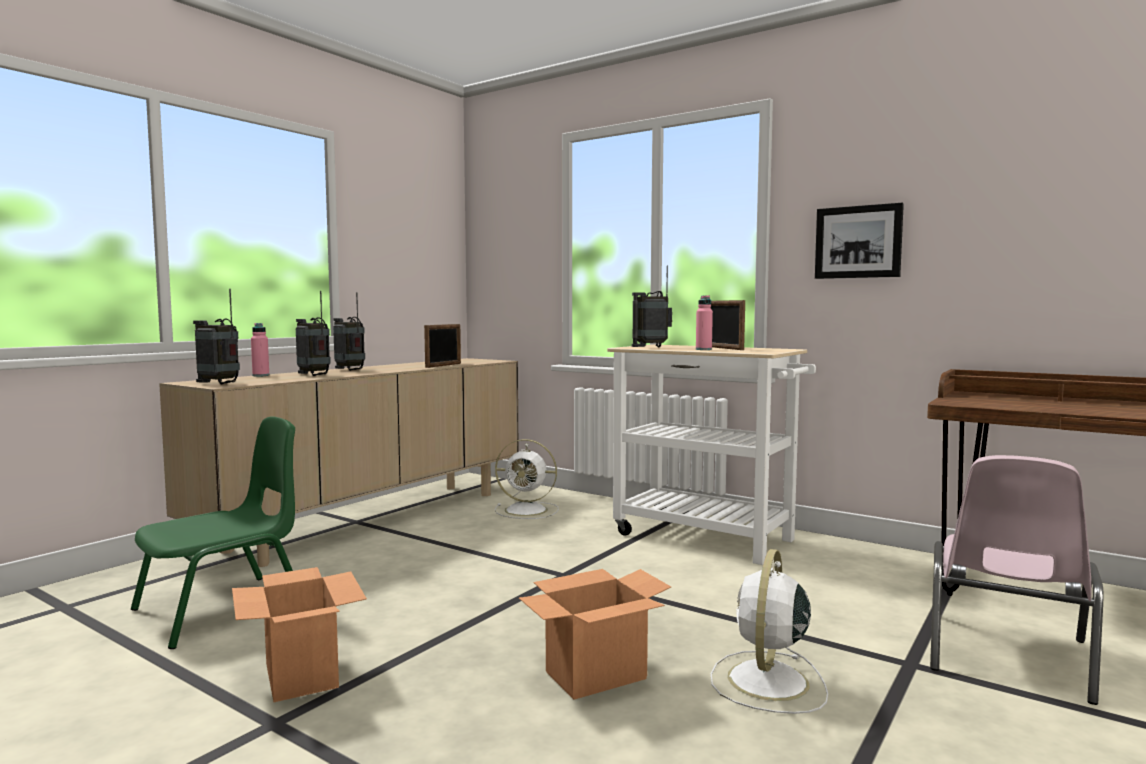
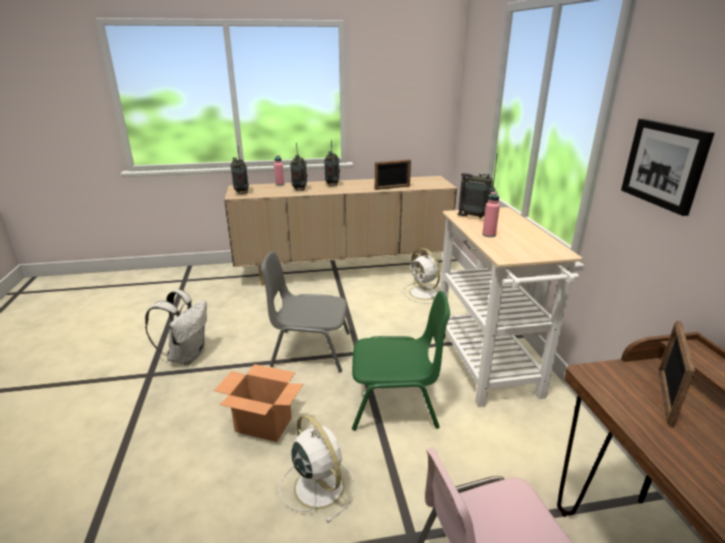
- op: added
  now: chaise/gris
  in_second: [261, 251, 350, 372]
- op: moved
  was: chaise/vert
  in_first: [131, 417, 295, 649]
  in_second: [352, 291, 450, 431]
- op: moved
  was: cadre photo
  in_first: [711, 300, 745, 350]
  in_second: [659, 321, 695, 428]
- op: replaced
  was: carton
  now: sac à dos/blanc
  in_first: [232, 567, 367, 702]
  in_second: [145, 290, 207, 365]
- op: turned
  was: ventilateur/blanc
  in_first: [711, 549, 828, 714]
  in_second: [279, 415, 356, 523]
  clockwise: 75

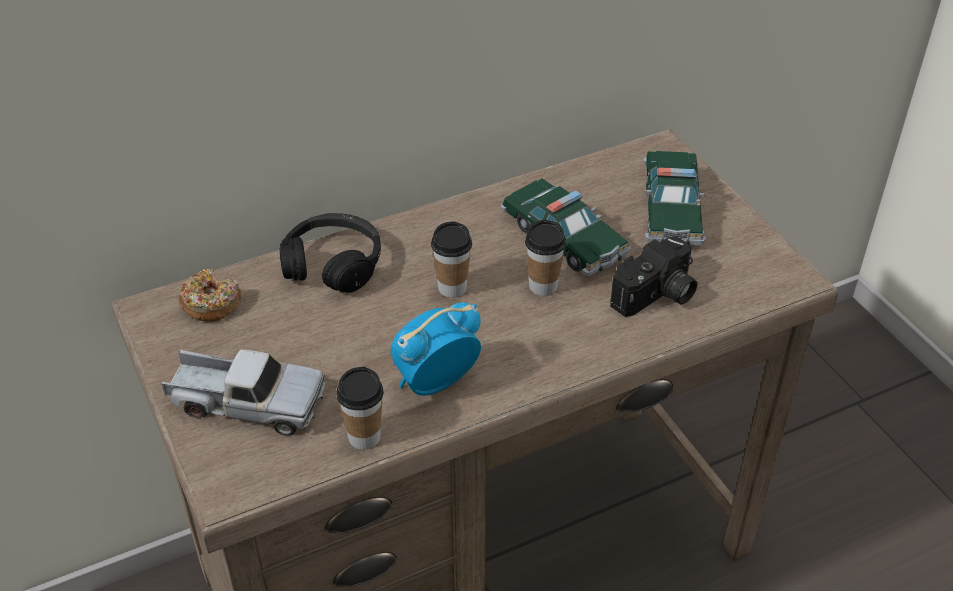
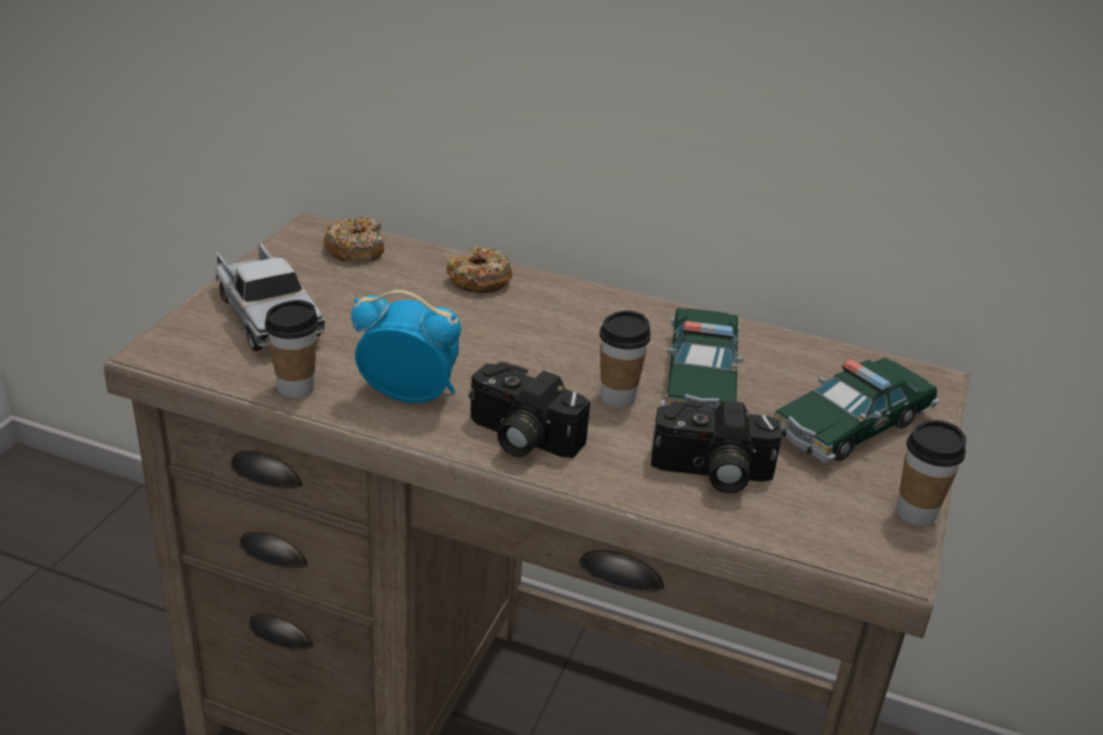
- op: added
  now: appareil photo
  in_second: [469, 362, 590, 458]
- op: moved
  was: tasse
  in_first: [431, 221, 472, 298]
  in_second: [896, 420, 966, 526]
- op: replaced
  was: casque audio/noir
  now: beignet
  in_first: [279, 213, 381, 293]
  in_second: [446, 246, 513, 293]

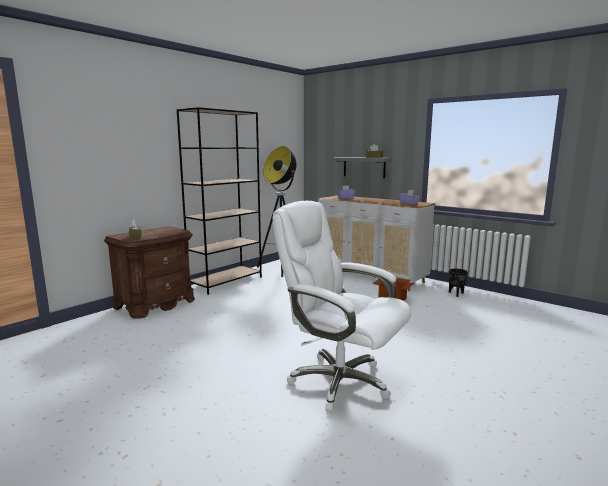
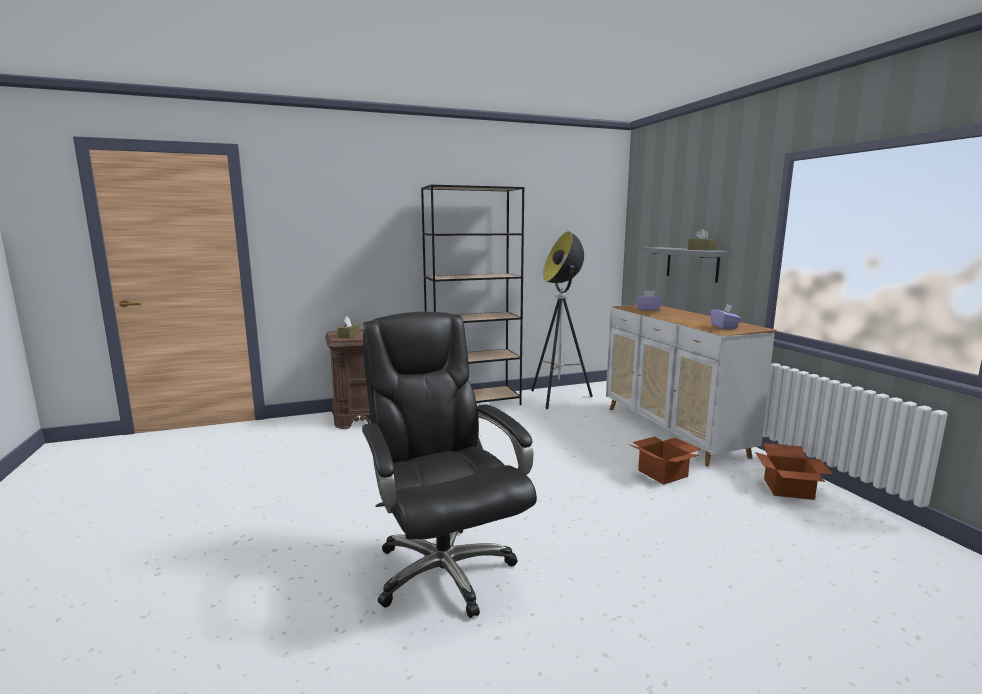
- op: replaced
  was: cache-pot/noir
  now: carton
  in_first: [449, 269, 468, 297]
  in_second: [755, 443, 832, 500]
- op: recoloured
  was: chaise de bureau/blanc
  now: chaise de bureau/noir
  in_first: [273, 201, 411, 412]
  in_second: [362, 312, 537, 618]

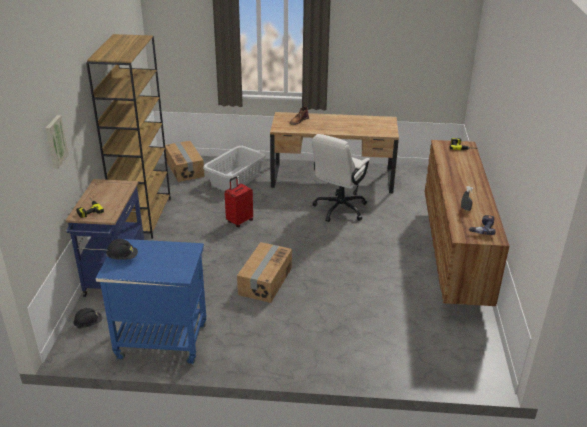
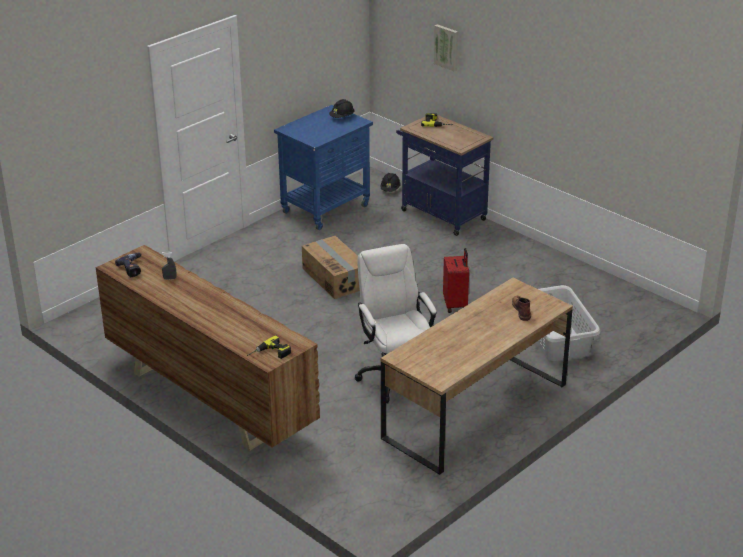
- op: removed
  was: bibliothèque/marron
  in_first: [86, 34, 171, 239]
- op: removed
  was: carton
  in_first: [165, 141, 205, 182]

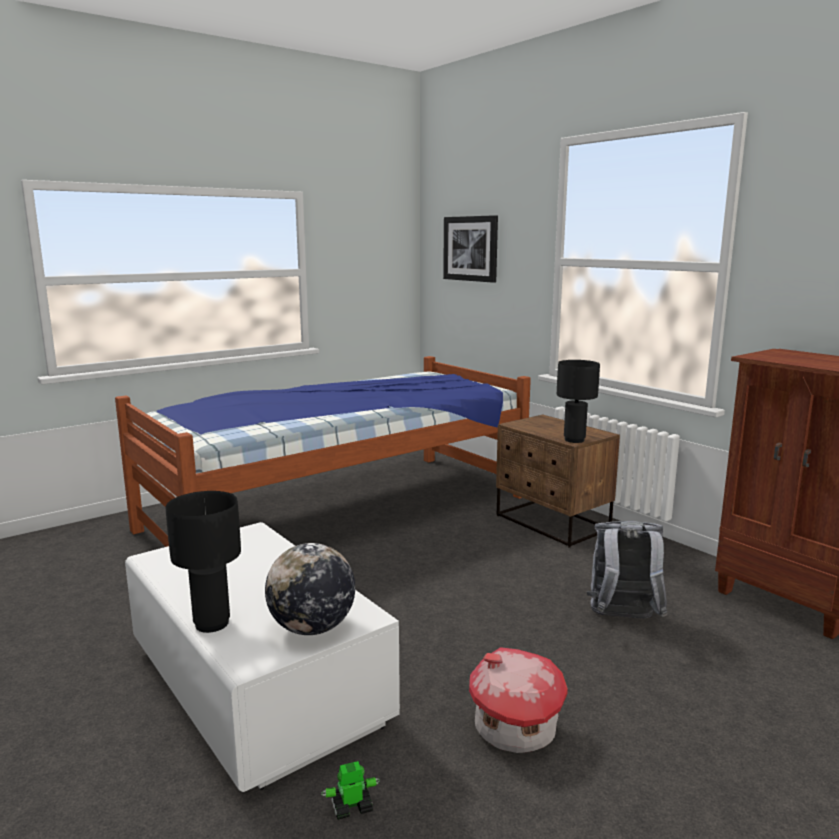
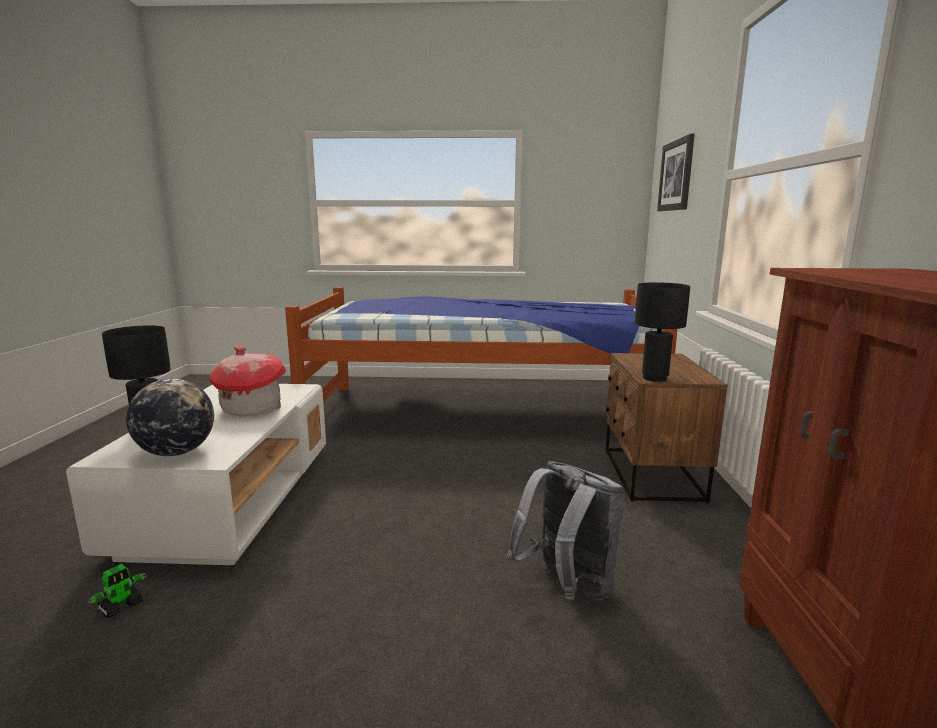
- op: moved
  was: maison miniature
  in_first: [469, 647, 568, 753]
  in_second: [210, 345, 286, 416]
- op: turned
  was: robot jouet
  in_first: [321, 761, 380, 820]
  in_second: [88, 564, 147, 618]
  clockwise: 105

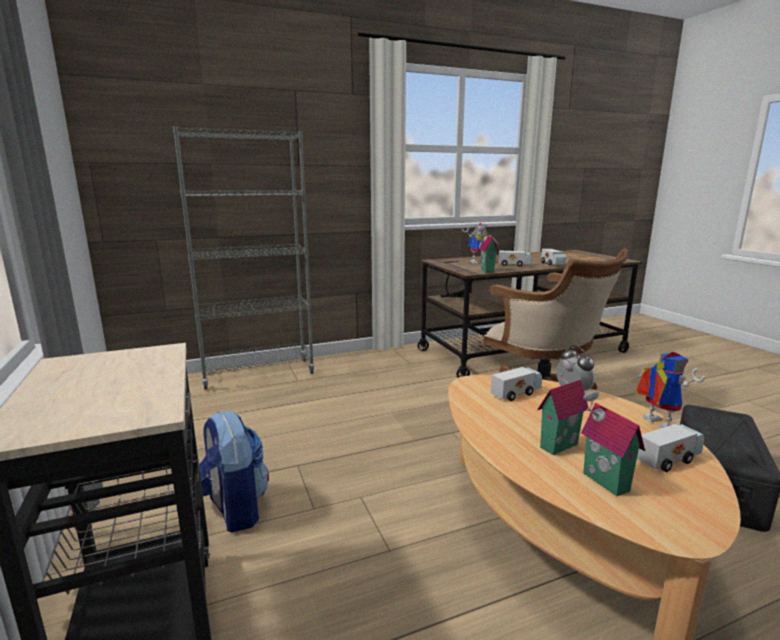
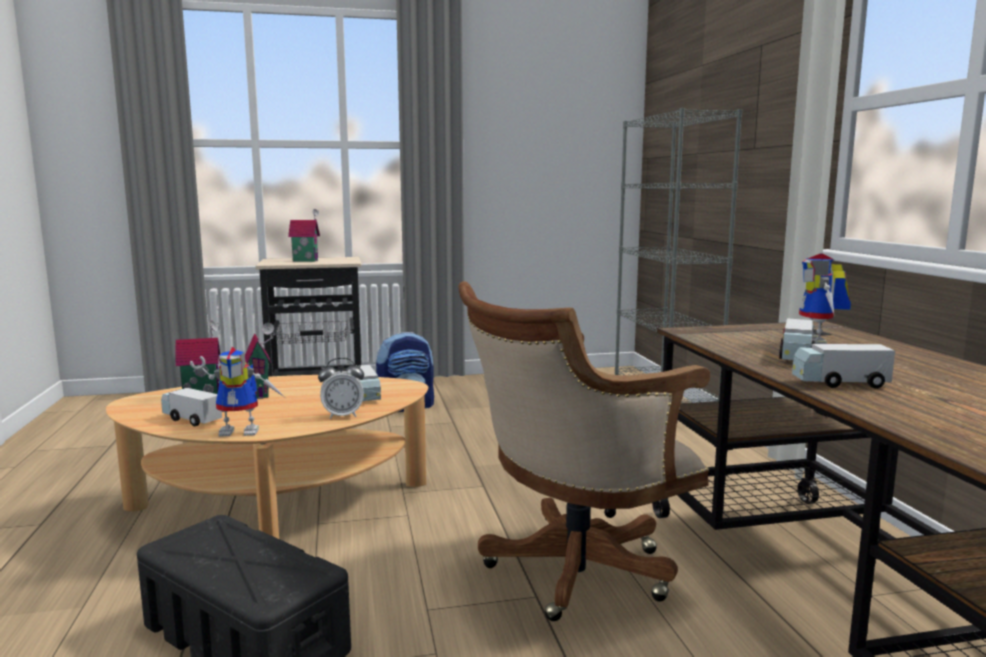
- op: moved
  was: maison miniature
  in_first: [478, 226, 499, 273]
  in_second: [288, 209, 320, 262]
- op: turned
  was: camion jouet
  in_first: [637, 424, 704, 472]
  in_second: [161, 388, 222, 427]
  clockwise: 135

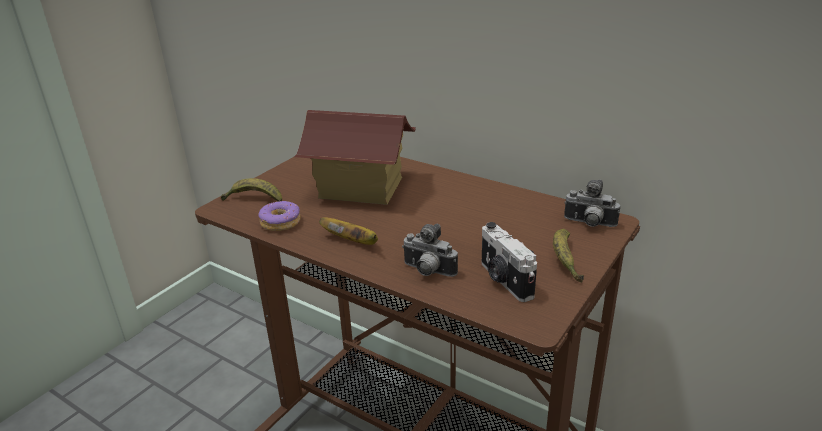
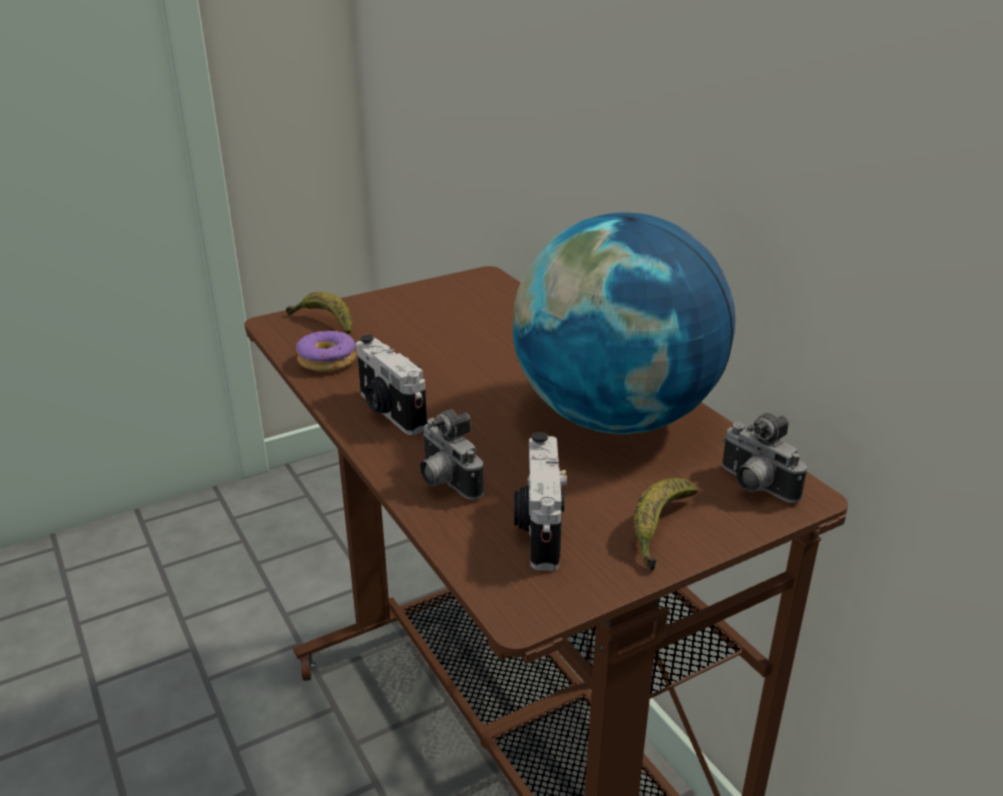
- op: removed
  was: maison miniature
  in_first: [294, 110, 416, 205]
- op: added
  now: globe
  in_second: [513, 213, 736, 434]
- op: replaced
  was: banane
  now: appareil photo
  in_first: [319, 217, 378, 245]
  in_second: [356, 334, 427, 435]

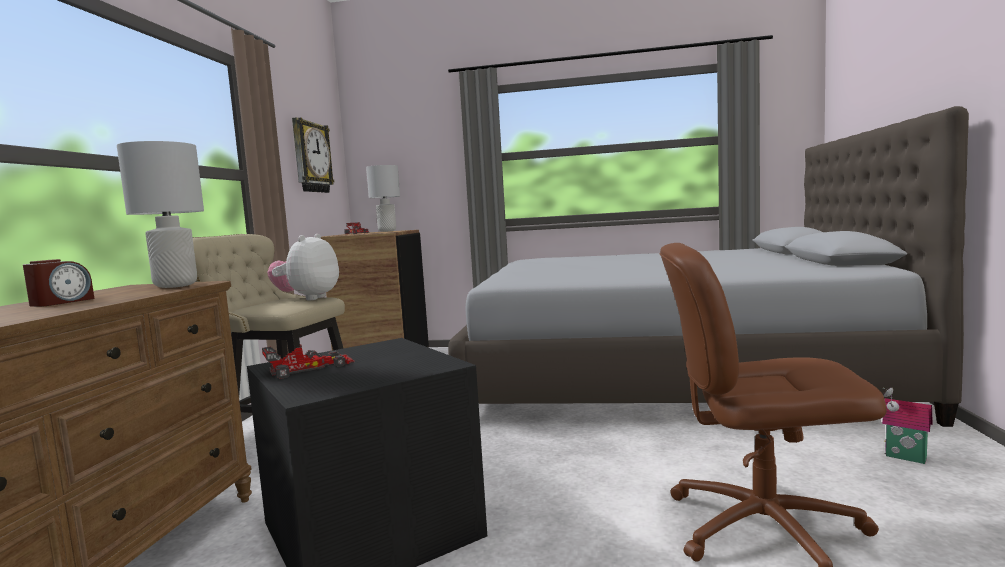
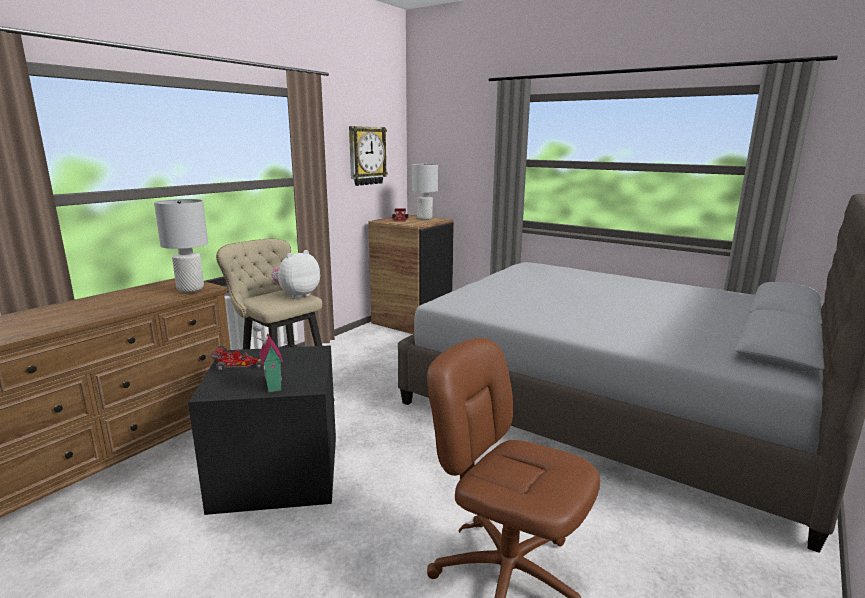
- op: removed
  was: réveil
  in_first: [23, 259, 94, 307]
- op: moved
  was: maison miniature
  in_first: [882, 387, 933, 464]
  in_second: [252, 323, 283, 392]

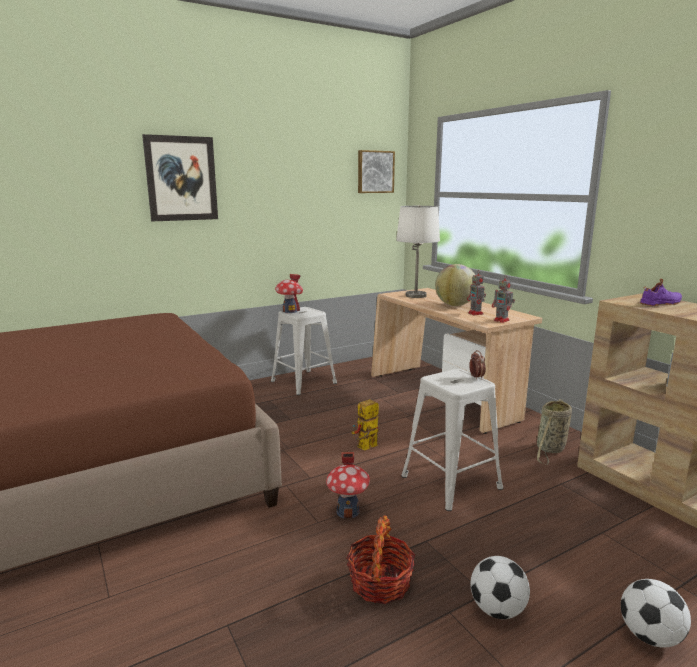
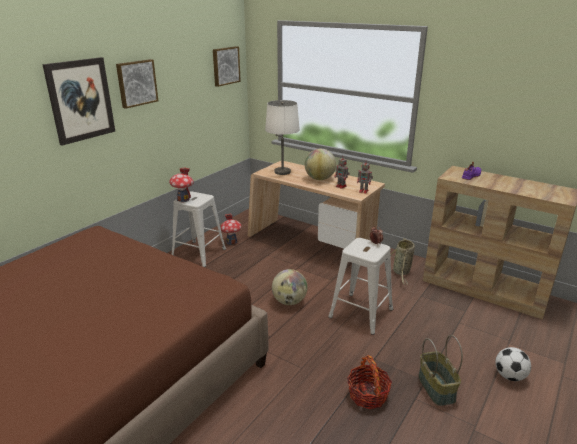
- op: added
  now: tableau
  in_second: [116, 59, 158, 109]
- op: moved
  was: maison miniature
  in_first: [326, 452, 370, 518]
  in_second: [220, 214, 241, 245]
- op: replaced
  was: robot jouet
  now: globe
  in_first: [351, 399, 379, 451]
  in_second: [272, 269, 307, 305]
- op: replaced
  was: ballon de foot
  now: panier
  in_first: [470, 556, 530, 619]
  in_second: [418, 335, 463, 406]

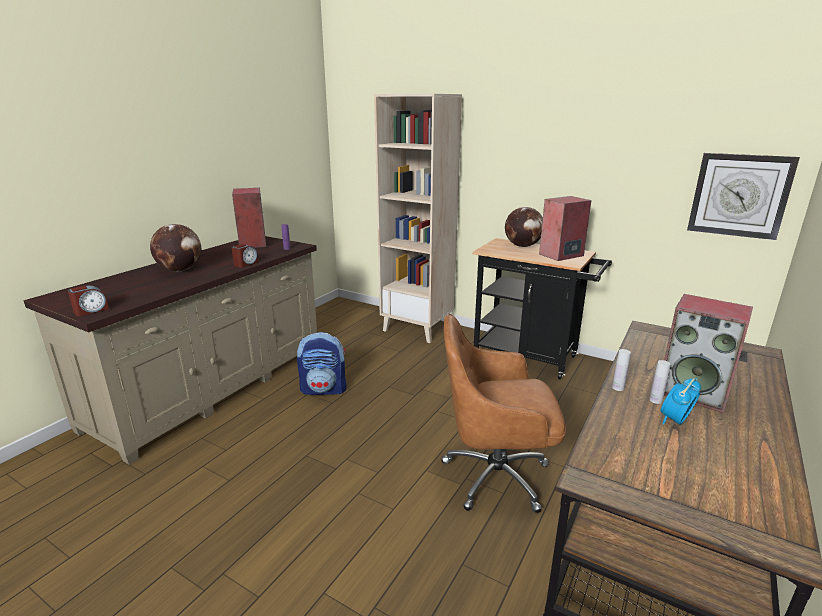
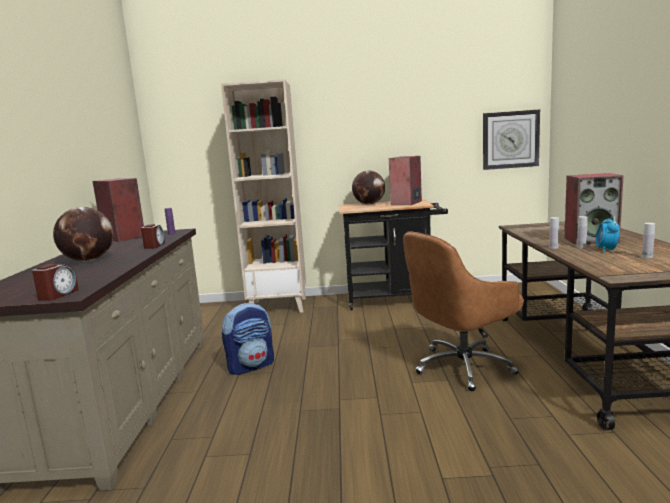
- op: added
  now: bouteille/blanc
  in_second: [642, 223, 655, 258]

